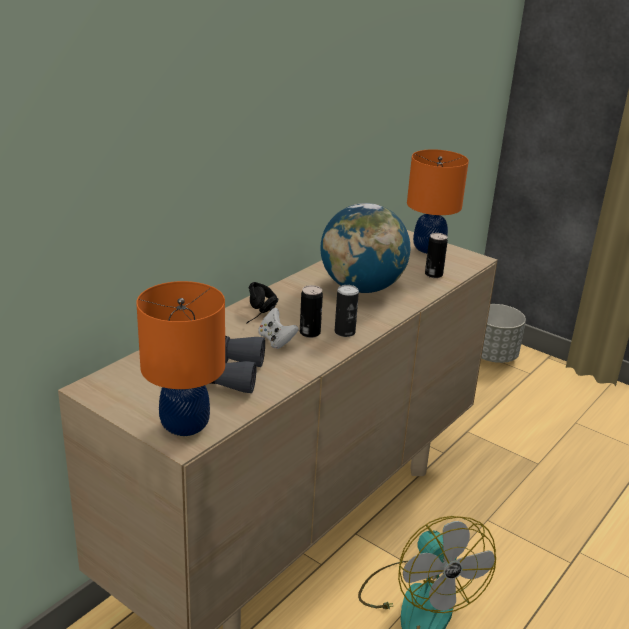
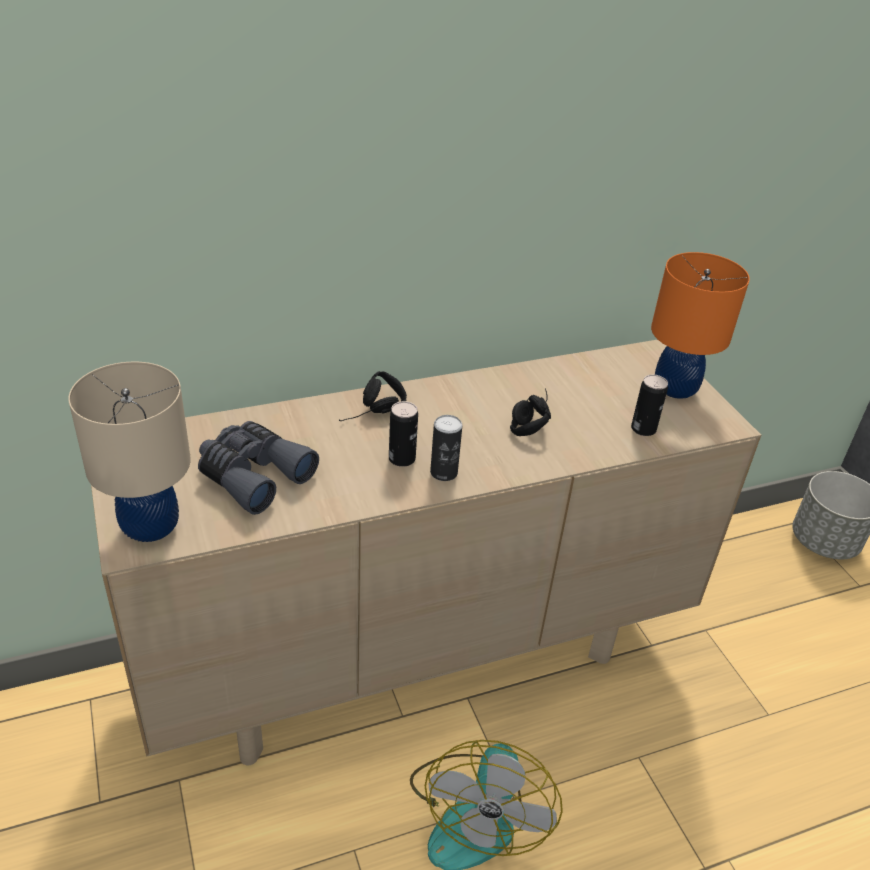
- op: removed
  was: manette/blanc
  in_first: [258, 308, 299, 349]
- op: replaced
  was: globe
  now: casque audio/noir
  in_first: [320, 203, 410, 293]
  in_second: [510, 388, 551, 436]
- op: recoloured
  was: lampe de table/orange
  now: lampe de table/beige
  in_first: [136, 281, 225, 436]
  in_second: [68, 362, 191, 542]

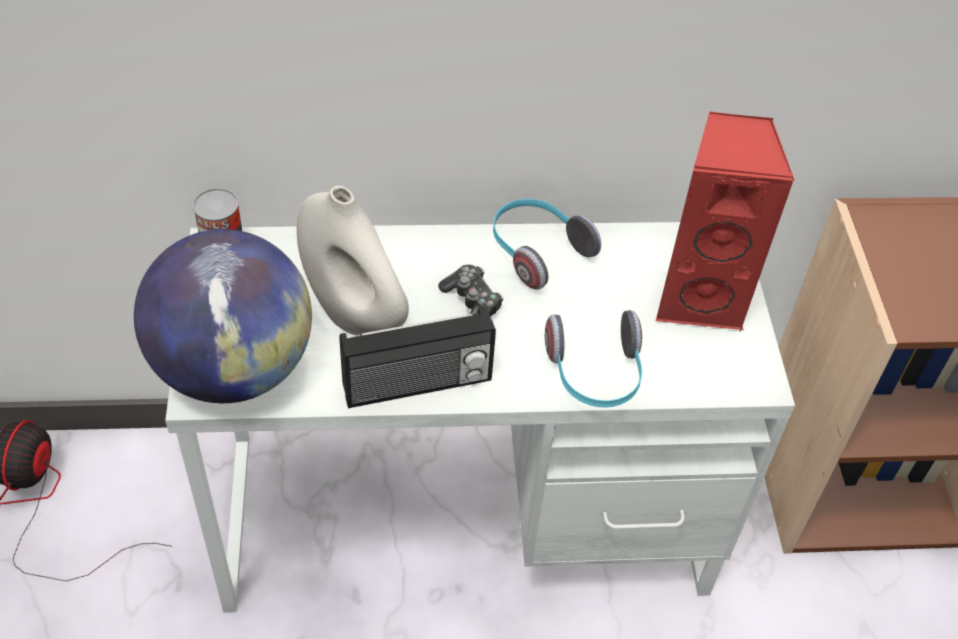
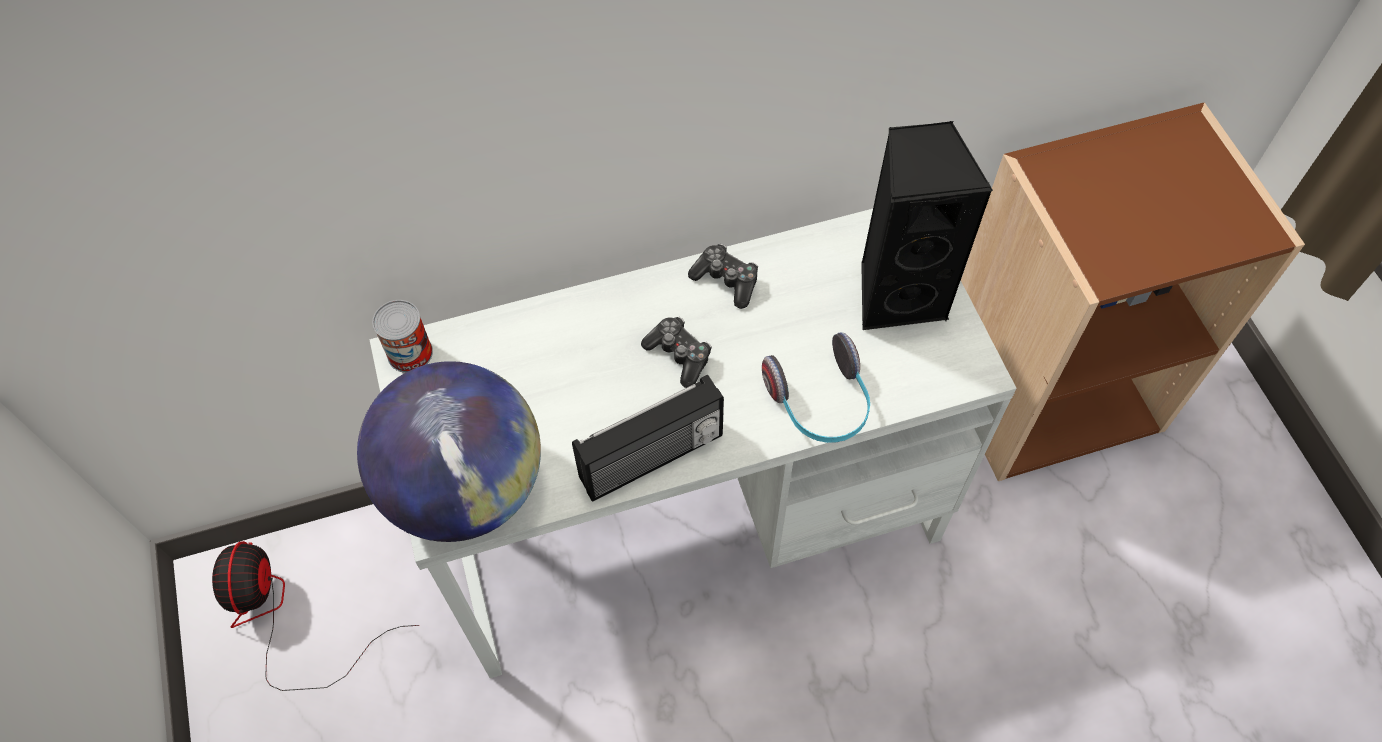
- op: removed
  was: vase/blanc
  in_first: [297, 186, 409, 335]
- op: replaced
  was: casque audio
  now: manette
  in_first: [493, 199, 601, 290]
  in_second: [688, 244, 758, 309]
- op: recoloured
  was: enceinte/rouge
  now: enceinte/noir
  in_first: [656, 111, 795, 332]
  in_second: [861, 121, 993, 330]

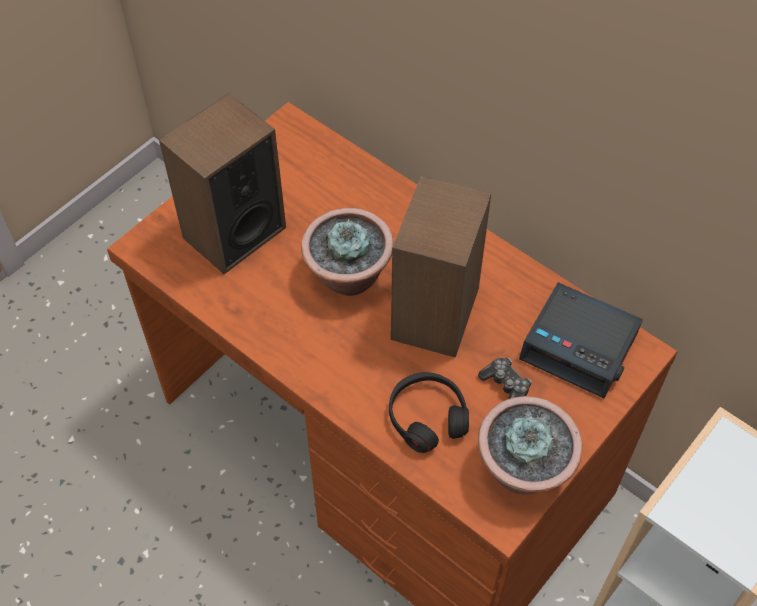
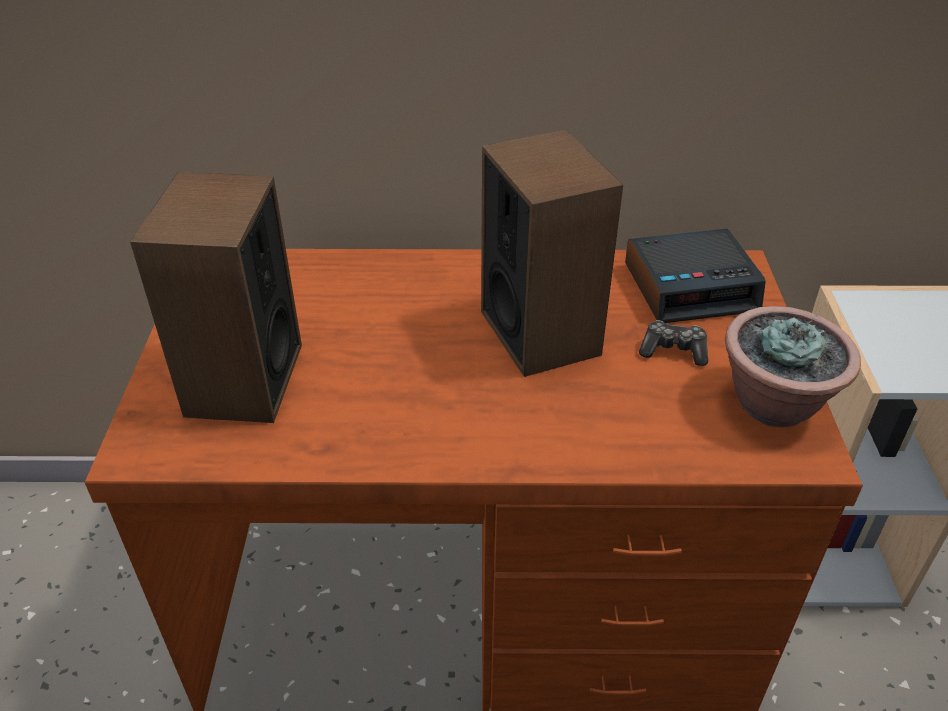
- op: removed
  was: plante en pot
  in_first: [301, 208, 394, 296]
- op: removed
  was: casque audio/noir
  in_first: [389, 372, 469, 453]

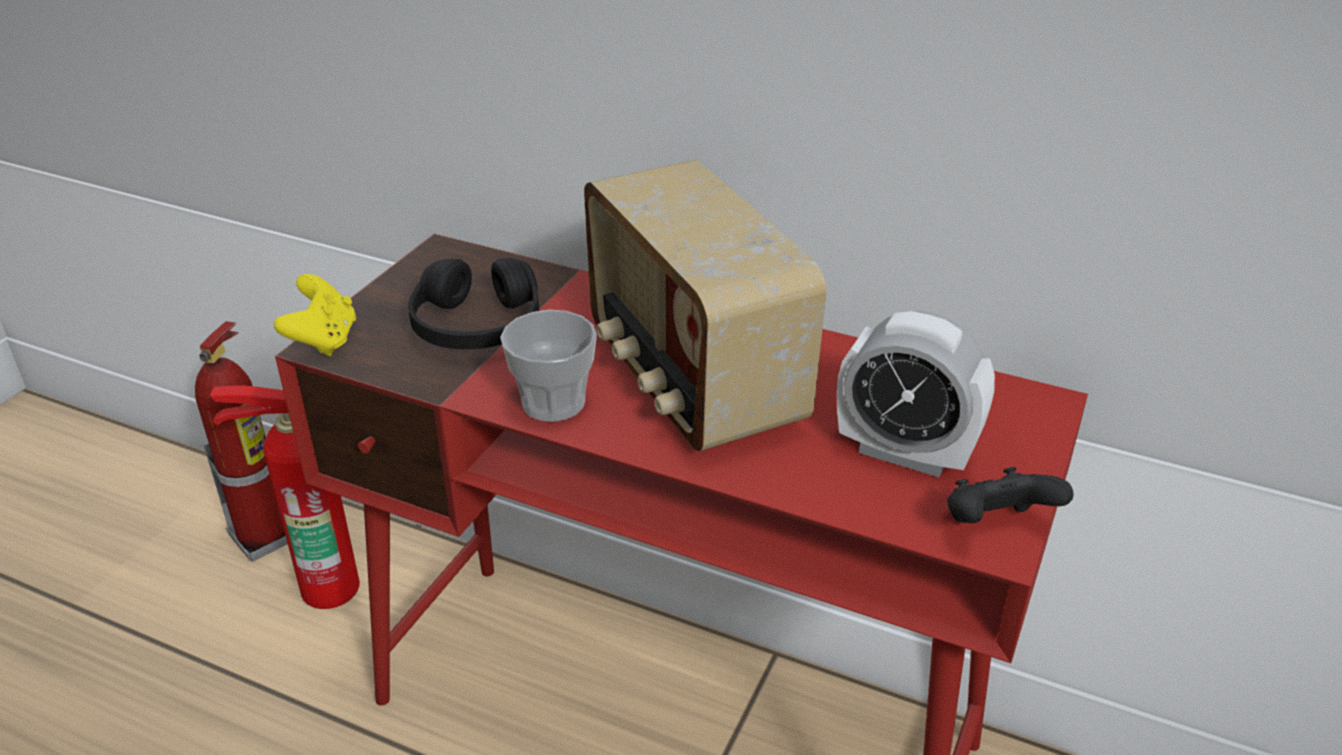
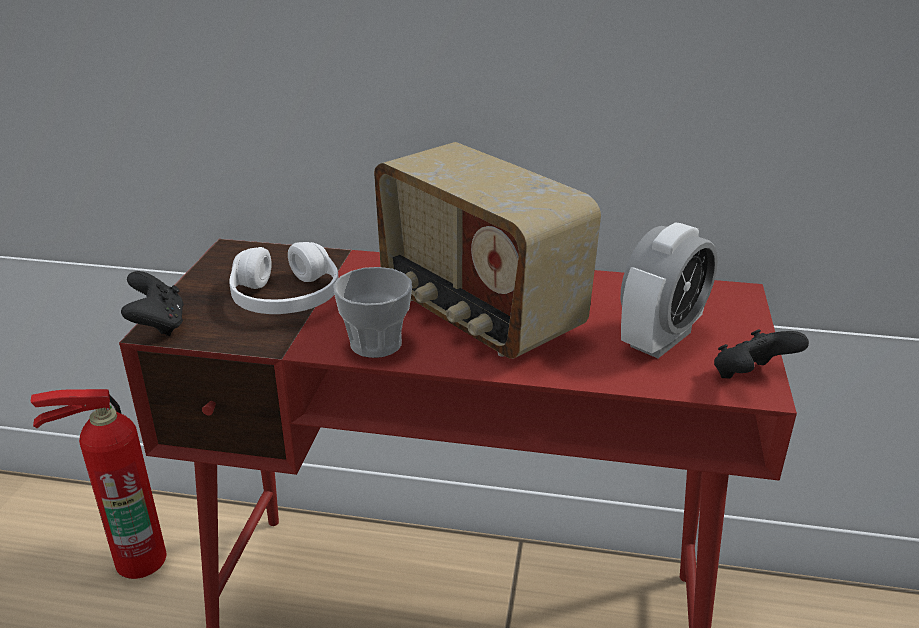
- op: removed
  was: extincteur
  in_first: [195, 321, 288, 562]
- op: recoloured
  was: manette/jaune
  now: manette/noir
  in_first: [274, 274, 356, 357]
  in_second: [121, 271, 184, 336]
- op: recoloured
  was: casque audio/noir
  now: casque audio/blanc
  in_first: [408, 258, 539, 349]
  in_second: [229, 242, 339, 314]
- op: turned
  was: réveil
  in_first: [837, 311, 995, 477]
  in_second: [621, 222, 718, 358]
  clockwise: -60

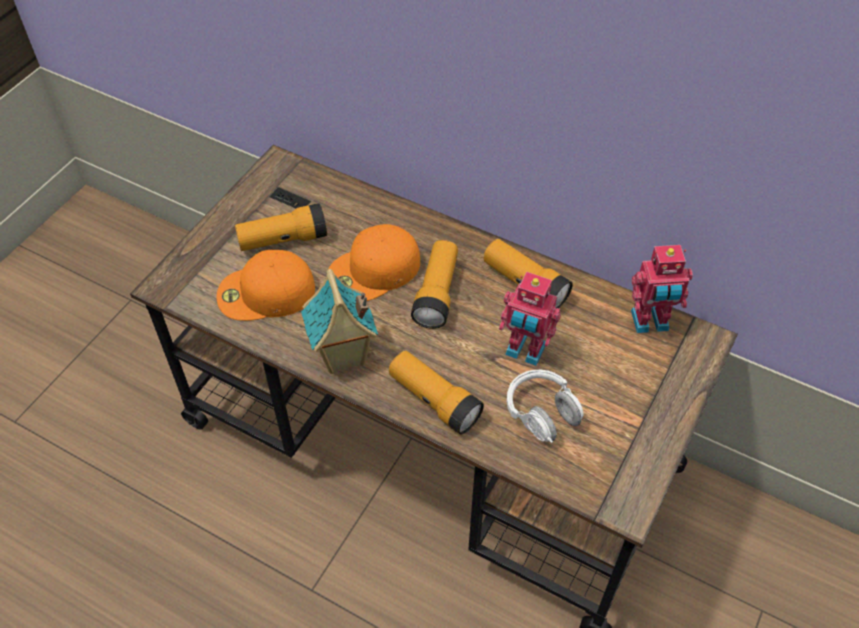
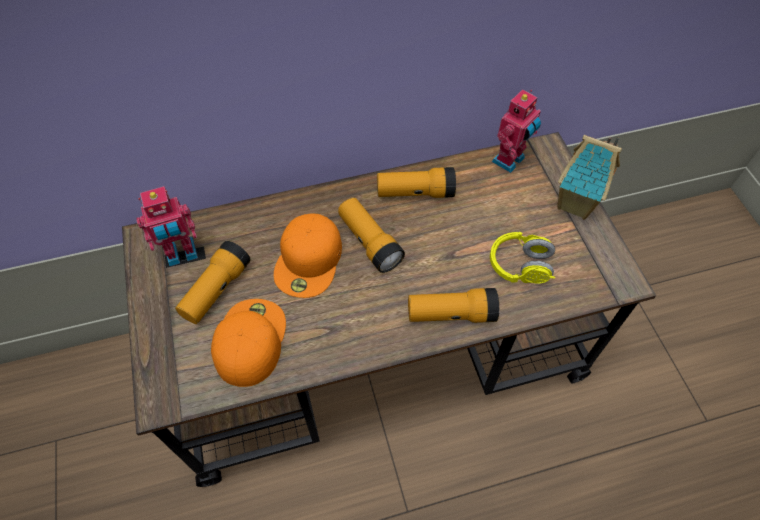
- op: moved
  was: maison miniature
  in_first: [301, 269, 378, 374]
  in_second: [557, 135, 622, 220]
- op: moved
  was: robot jouet
  in_first: [499, 272, 561, 366]
  in_second: [136, 186, 198, 266]
- op: recoloured
  was: casque audio/blanc
  now: casque audio/jaune
  in_first: [507, 369, 583, 443]
  in_second: [490, 232, 555, 283]
- op: turned
  was: casquette/orange
  in_first: [217, 250, 315, 321]
  in_second: [211, 299, 286, 387]
  clockwise: 150

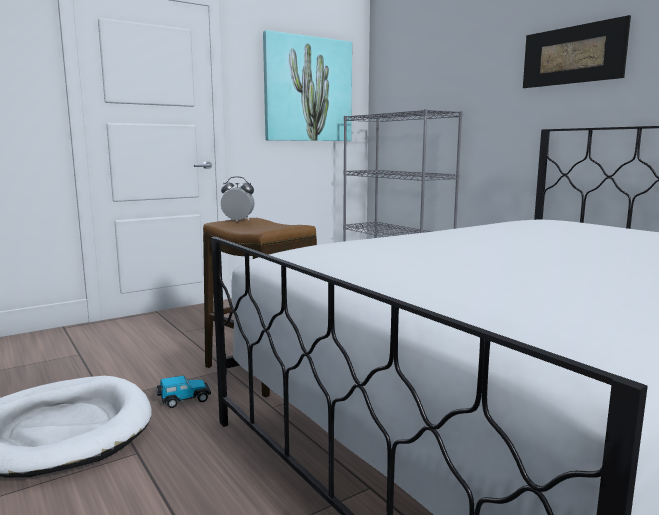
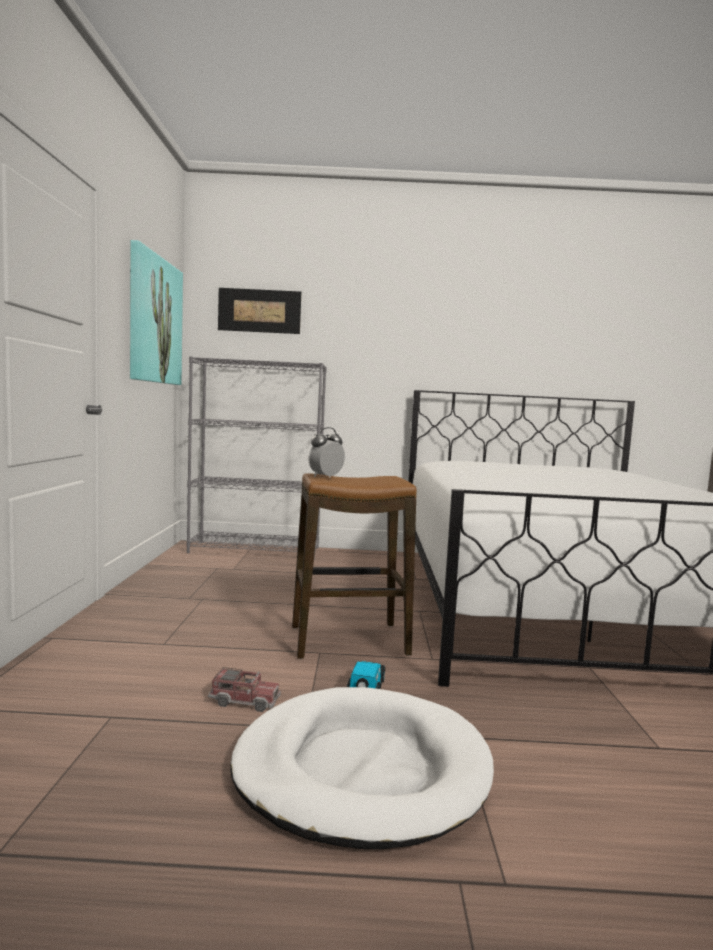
- op: added
  now: camion jouet
  in_second: [208, 667, 281, 712]
- op: moved
  was: tableau
  in_first: [523, 15, 631, 88]
  in_second: [218, 288, 301, 334]

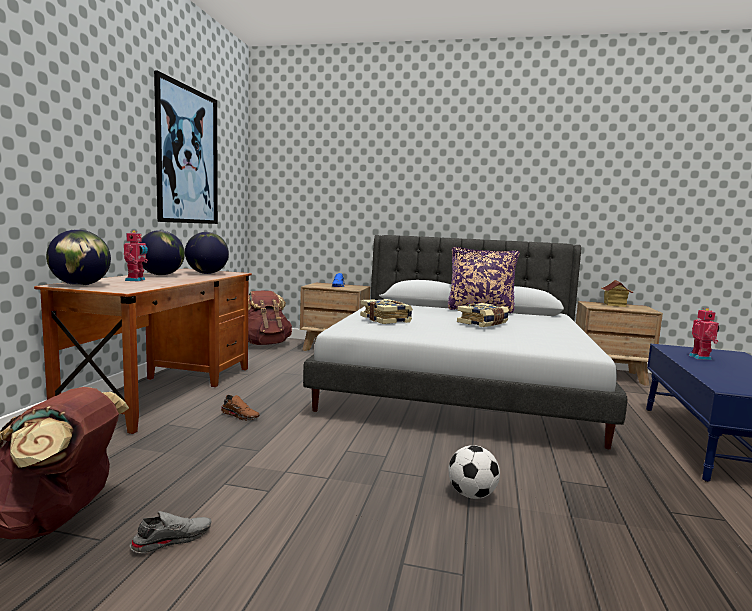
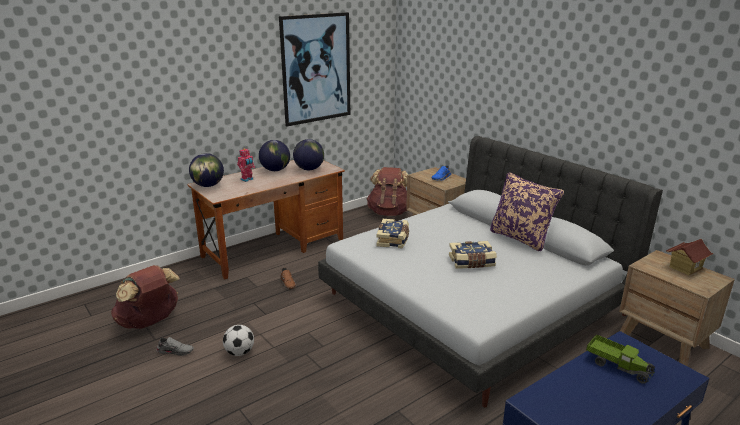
- op: moved
  was: ballon de foot
  in_first: [448, 445, 500, 499]
  in_second: [223, 325, 254, 356]
- op: replaced
  was: robot jouet
  now: camion jouet
  in_first: [689, 308, 719, 360]
  in_second: [586, 334, 655, 384]

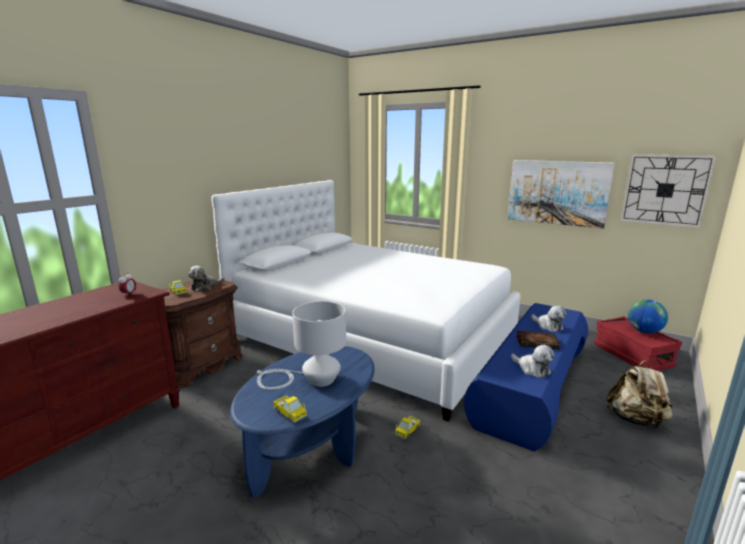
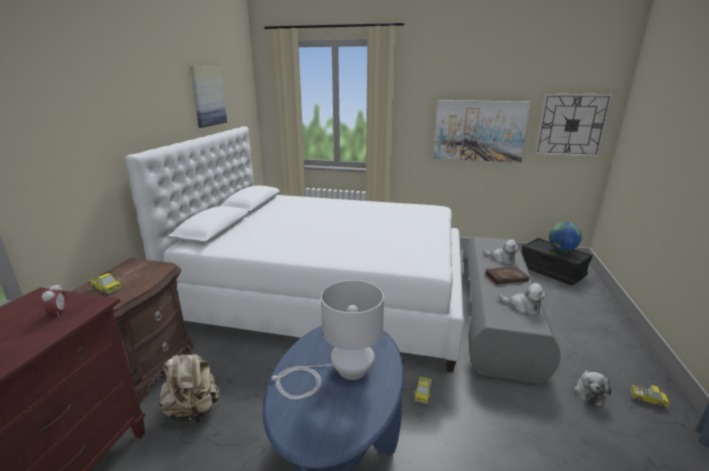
- op: added
  now: tableau
  in_second: [190, 66, 227, 128]
- op: moved
  was: peluche
  in_first: [188, 266, 225, 292]
  in_second: [573, 370, 612, 406]
- op: moved
  was: camion jouet
  in_first: [273, 396, 307, 423]
  in_second: [630, 385, 670, 408]
- op: moved
  was: sac à dos/beige
  in_first: [607, 360, 672, 429]
  in_second: [159, 345, 219, 423]
- op: recoloured
  was: banc/bleu
  now: banc/gris
  in_first: [464, 303, 588, 451]
  in_second: [463, 237, 560, 384]
- op: recoloured
  was: boîte de rangement/rouge
  now: boîte de rangement/noir
  in_first: [594, 316, 682, 371]
  in_second: [522, 238, 593, 286]

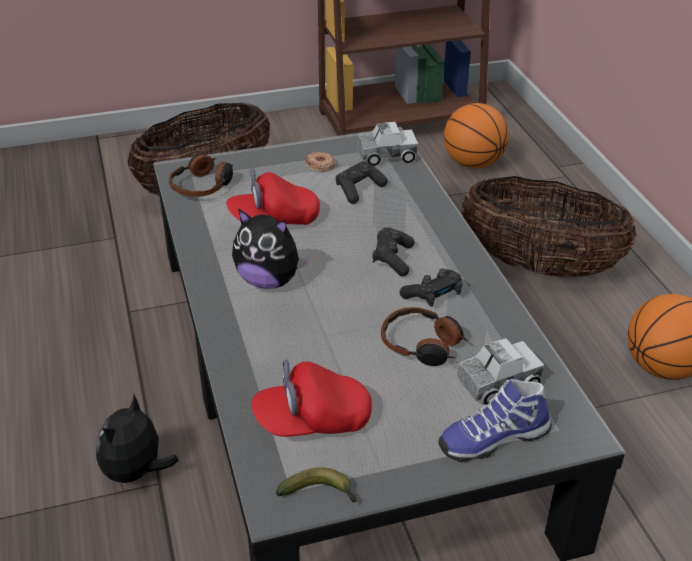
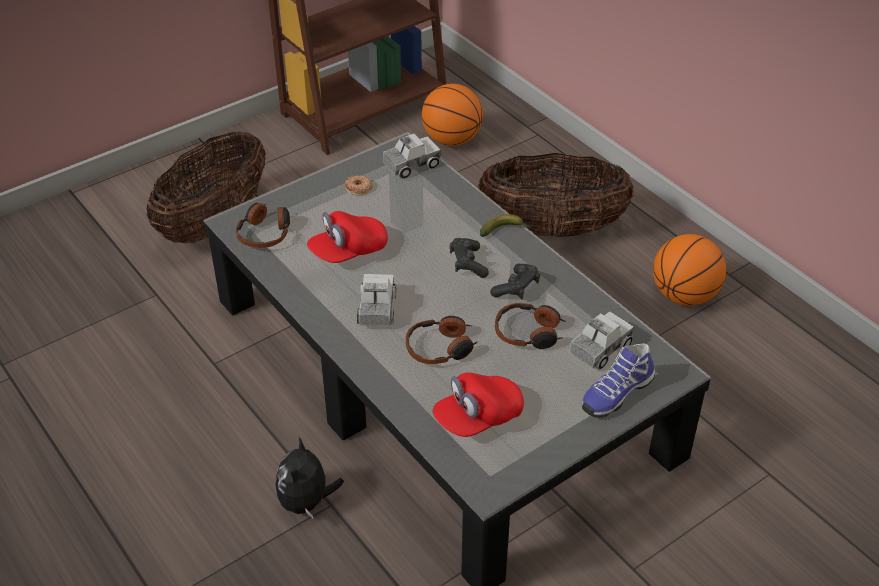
- op: removed
  was: manette/noir
  in_first: [336, 161, 388, 204]
- op: added
  now: casque audio
  in_second: [406, 316, 478, 364]
- op: moved
  was: banane
  in_first: [276, 467, 357, 503]
  in_second: [480, 214, 531, 237]
- op: replaced
  was: peluche
  now: camion jouet
  in_first: [232, 209, 310, 289]
  in_second: [357, 274, 396, 326]

